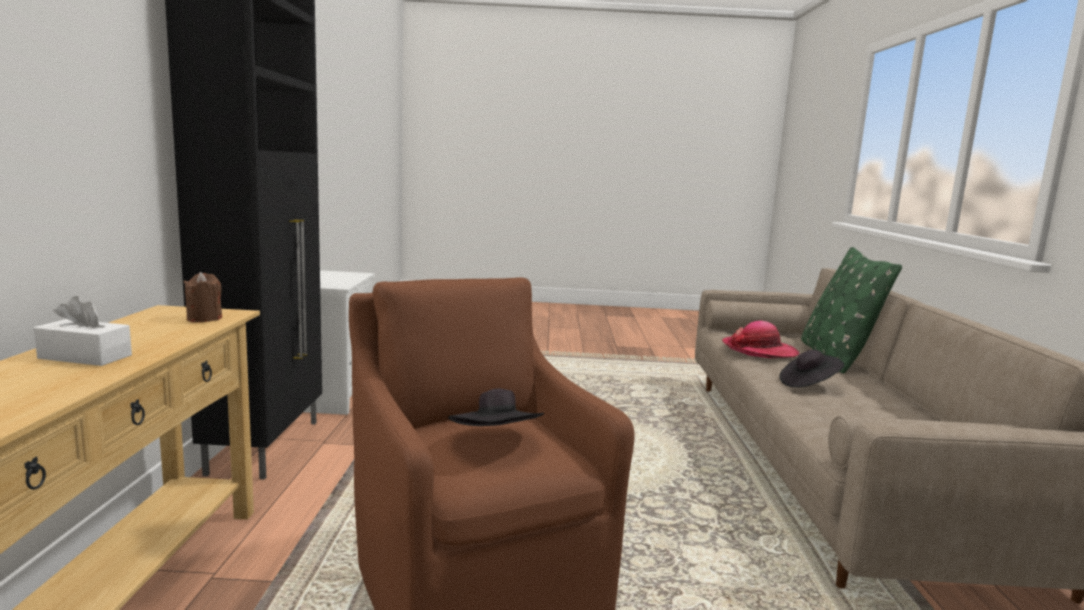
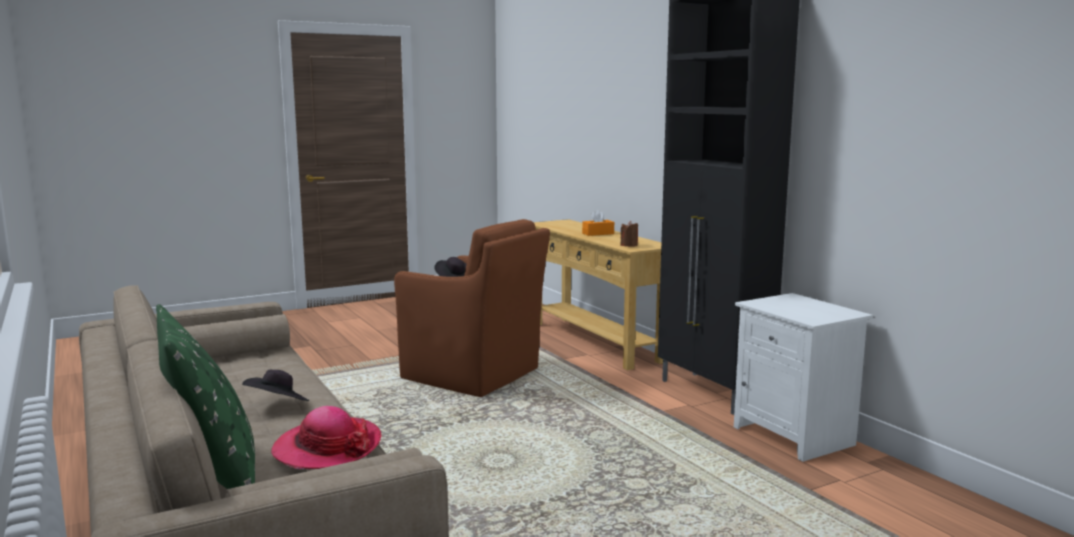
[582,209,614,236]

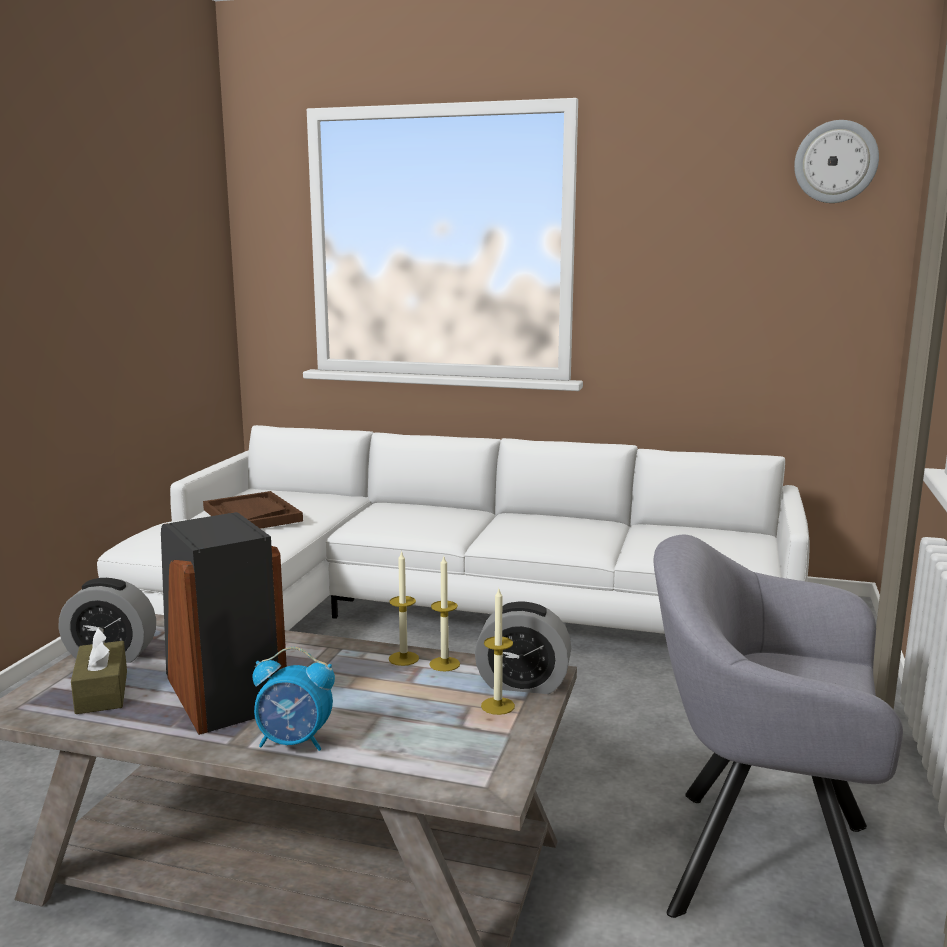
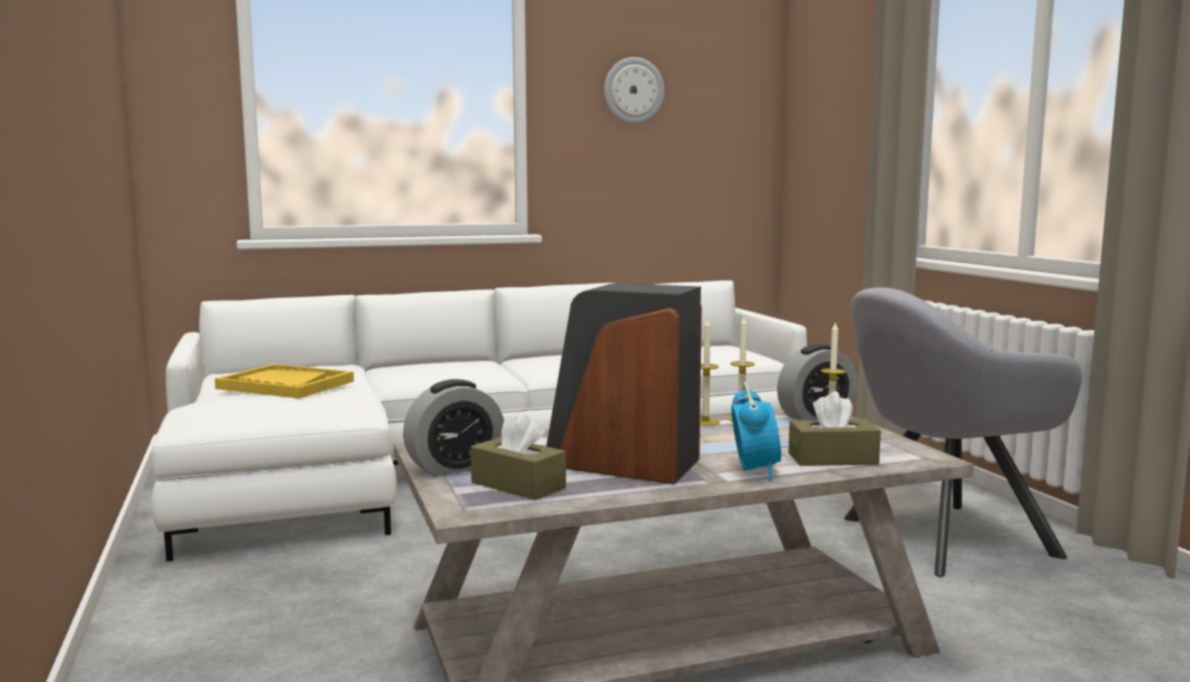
[215,364,354,398]
[731,382,781,480]
[604,57,665,124]
[788,391,881,466]

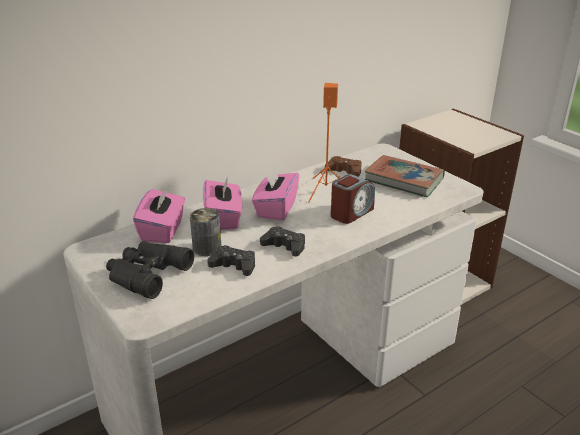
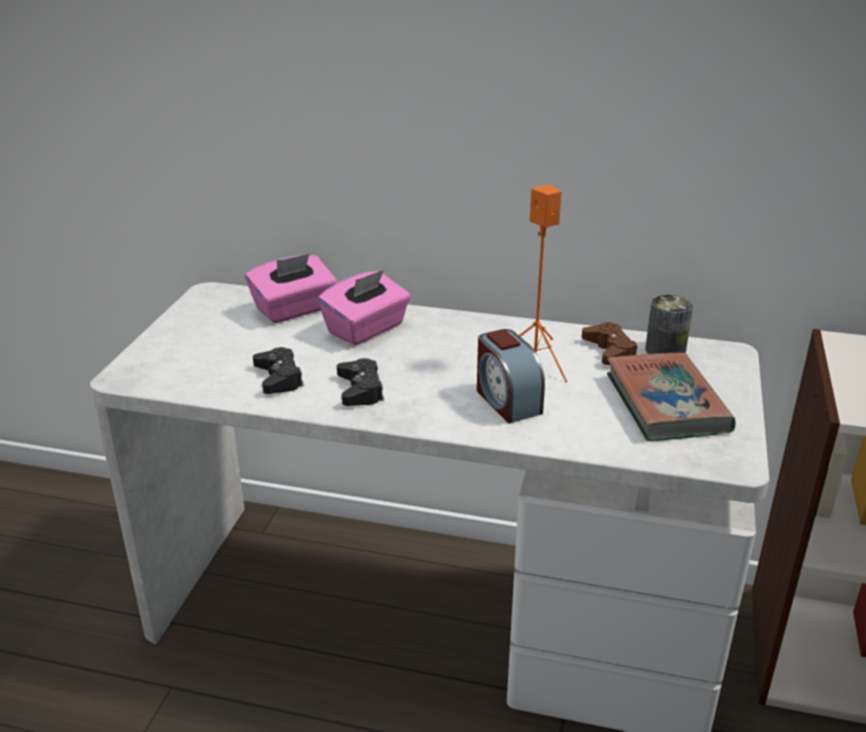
[106,241,194,299] (first image)
[645,294,693,354]
[252,165,299,221] (first image)
[477,329,545,423]

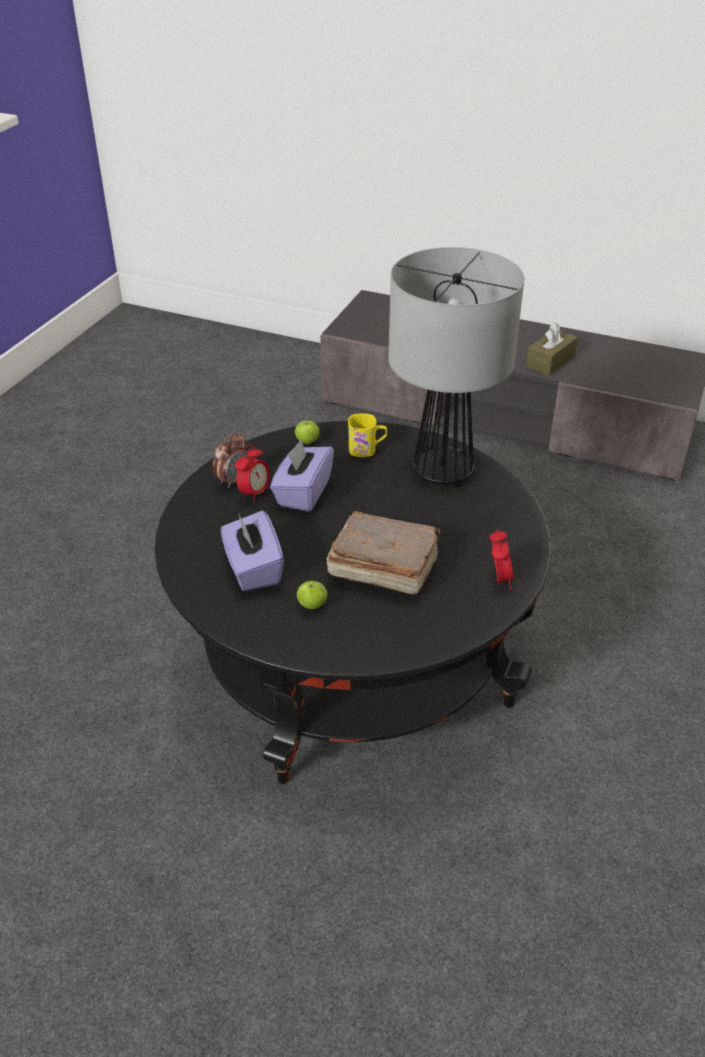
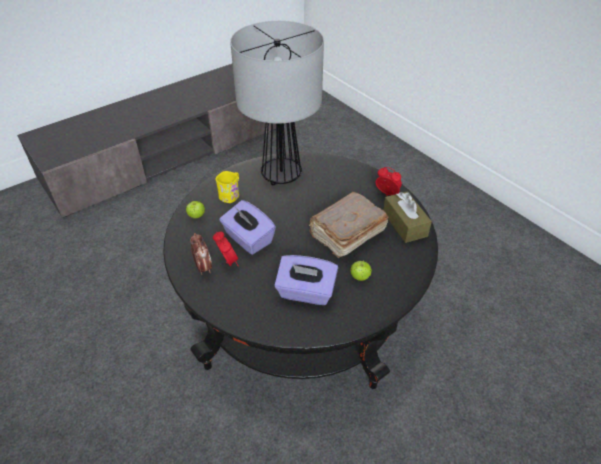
[383,191,432,243]

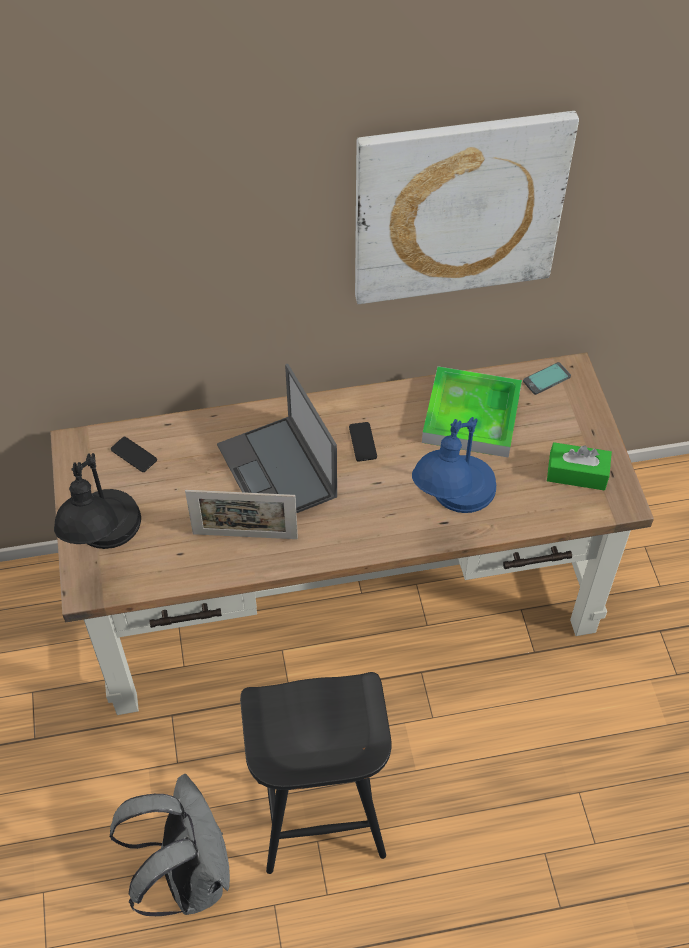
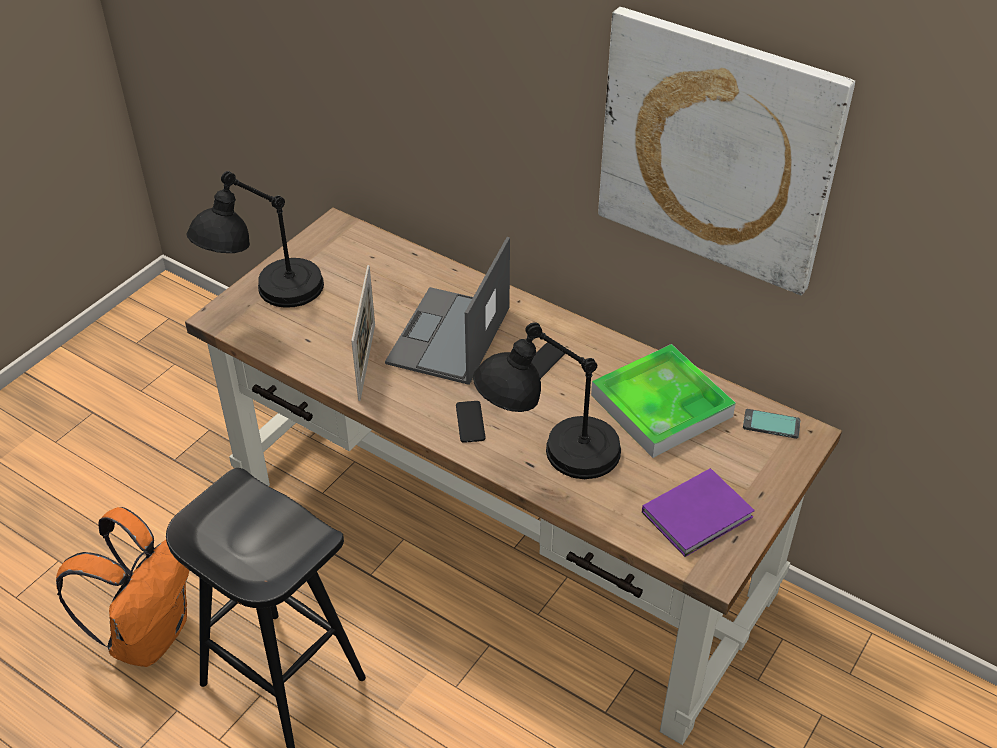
[56,507,189,667]
[456,401,486,443]
[351,265,375,401]
[473,322,621,479]
[642,468,755,557]

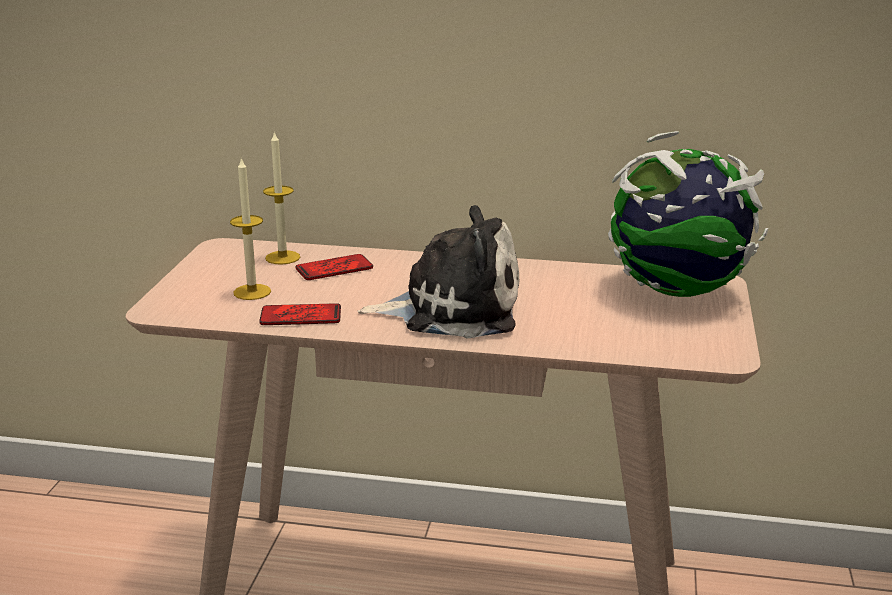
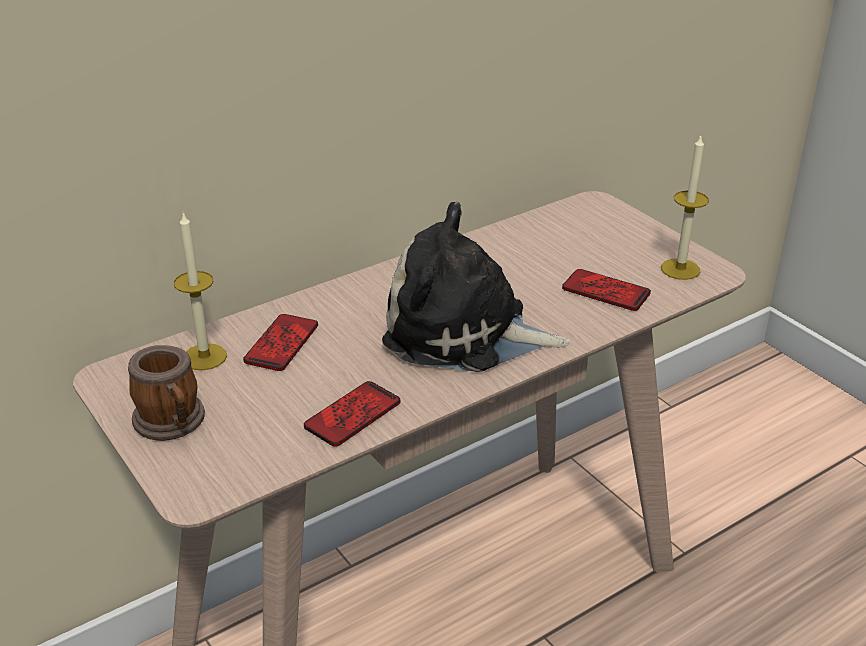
[661,136,709,280]
[382,202,570,372]
[608,131,768,297] (first image)
[128,345,205,441]
[562,269,651,311]

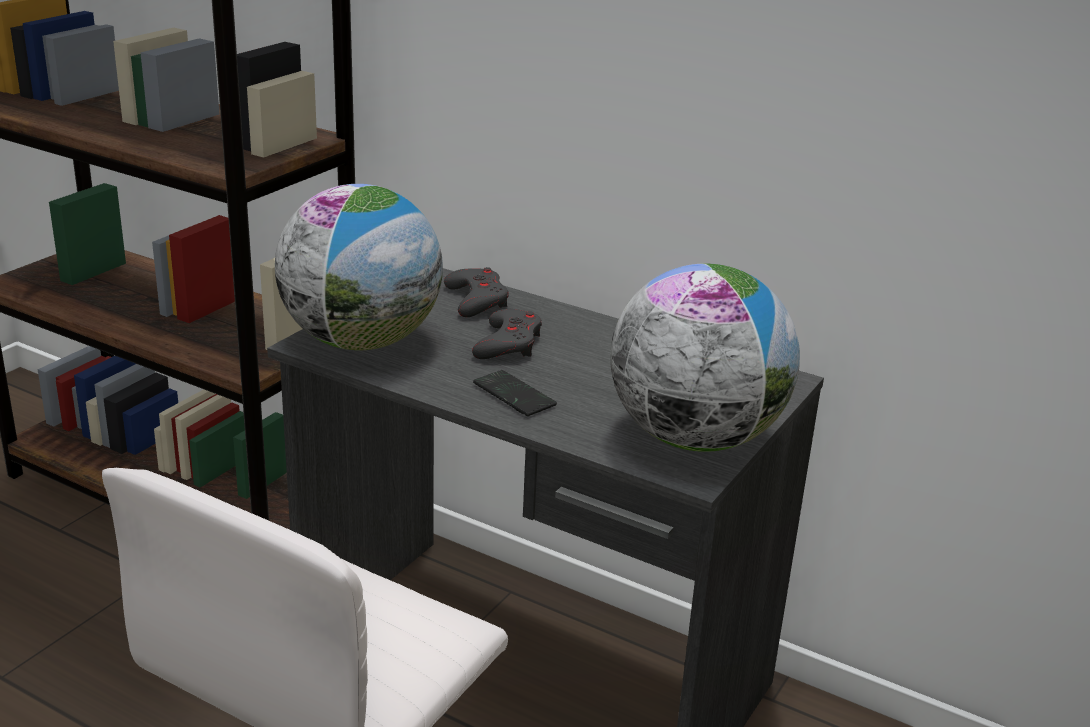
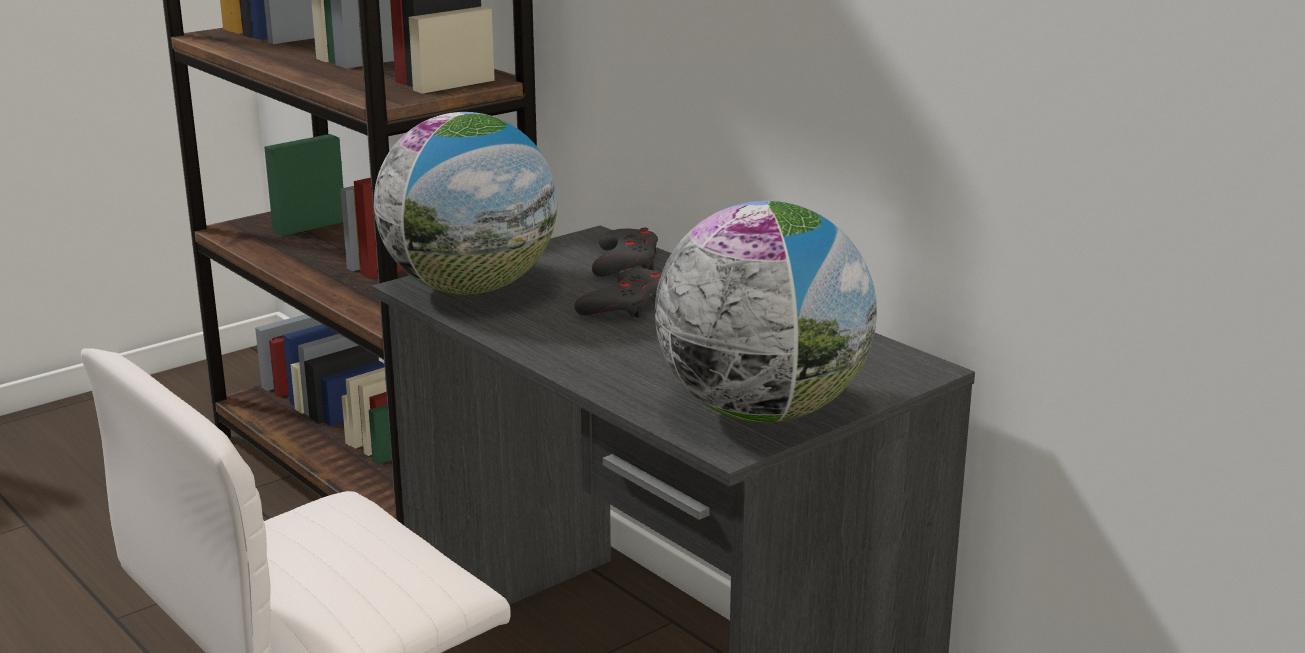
[473,370,557,416] (first image)

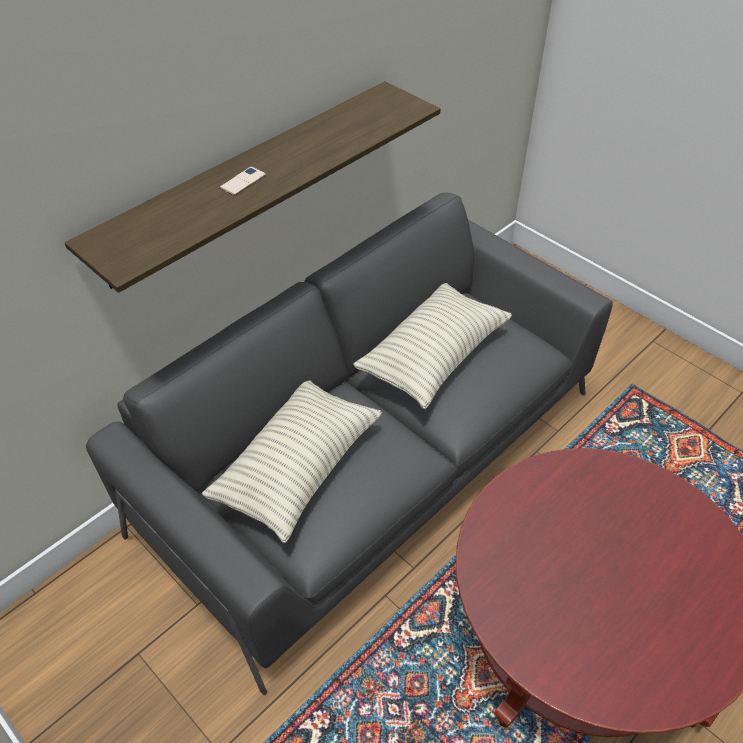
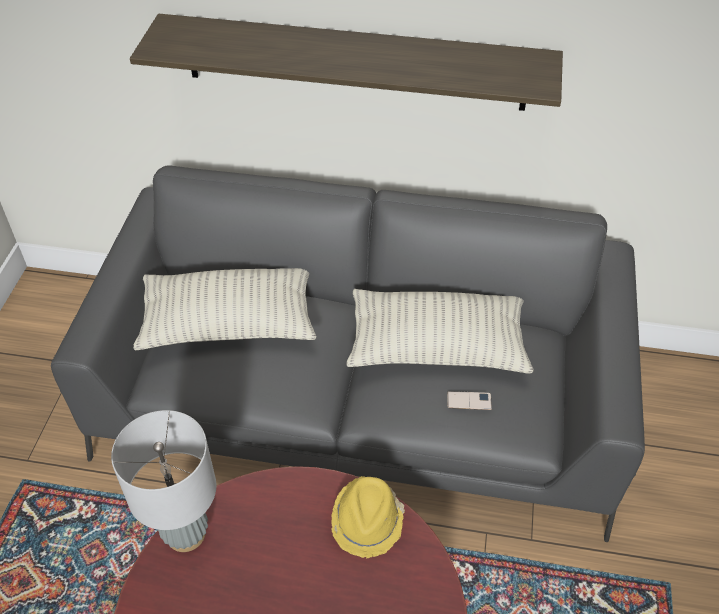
[447,391,492,410]
[111,410,216,552]
[331,476,405,558]

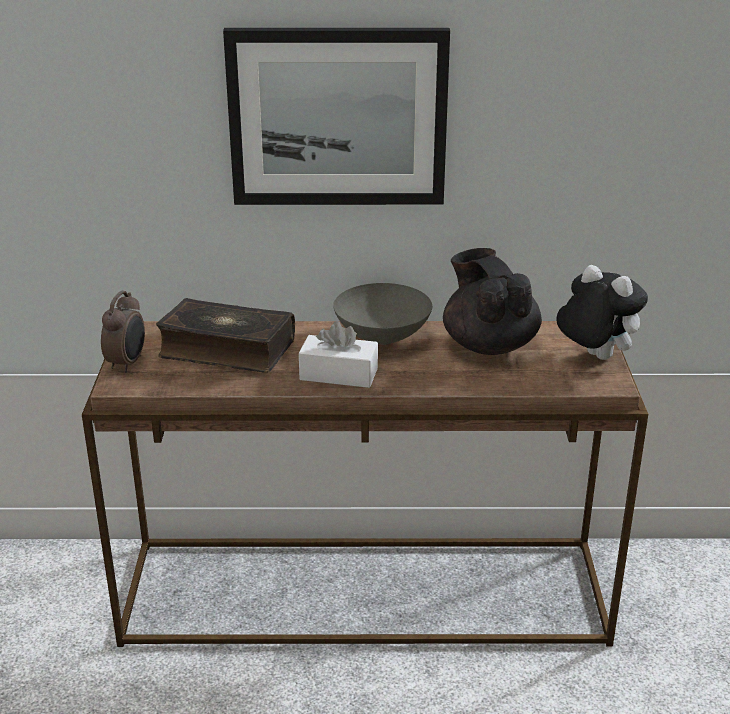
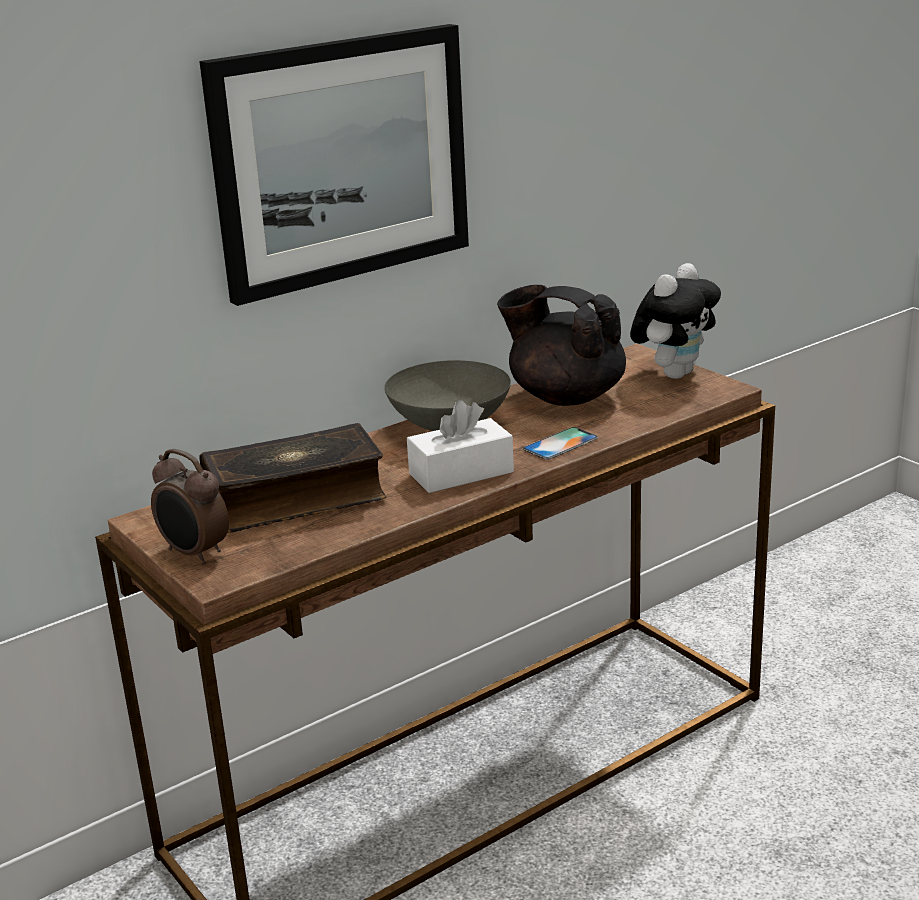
[151,449,229,564]
[630,263,721,379]
[523,427,598,460]

